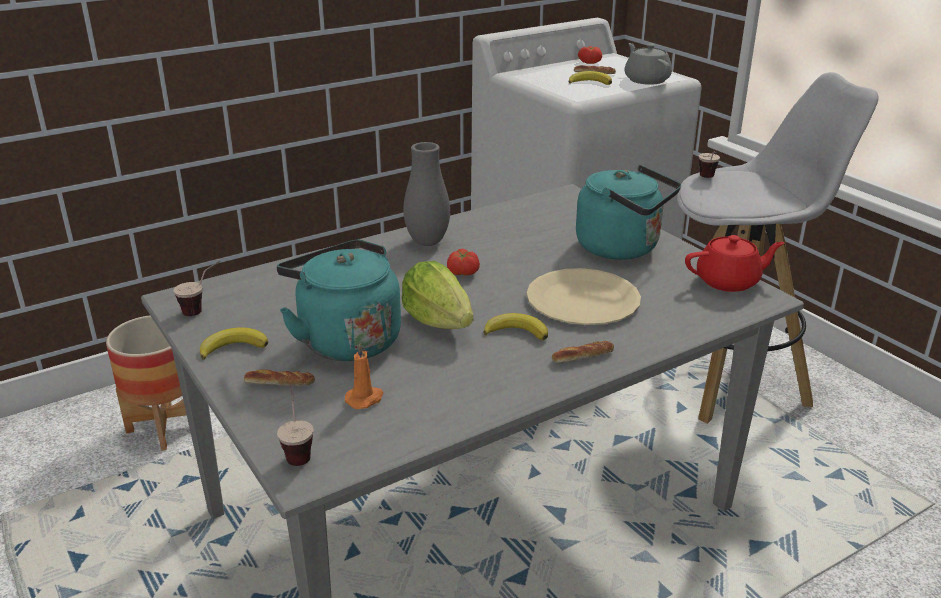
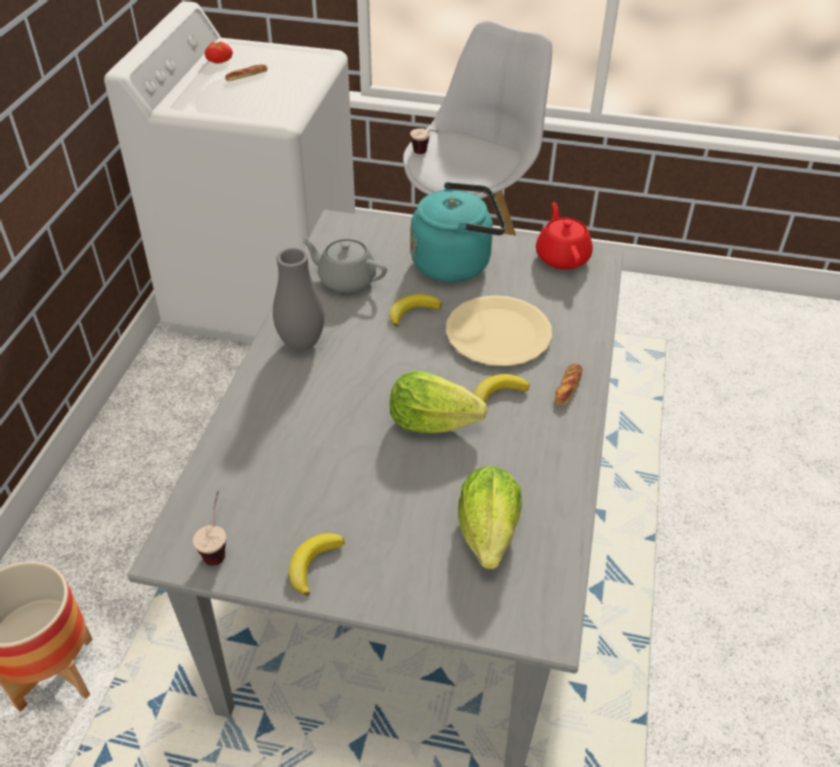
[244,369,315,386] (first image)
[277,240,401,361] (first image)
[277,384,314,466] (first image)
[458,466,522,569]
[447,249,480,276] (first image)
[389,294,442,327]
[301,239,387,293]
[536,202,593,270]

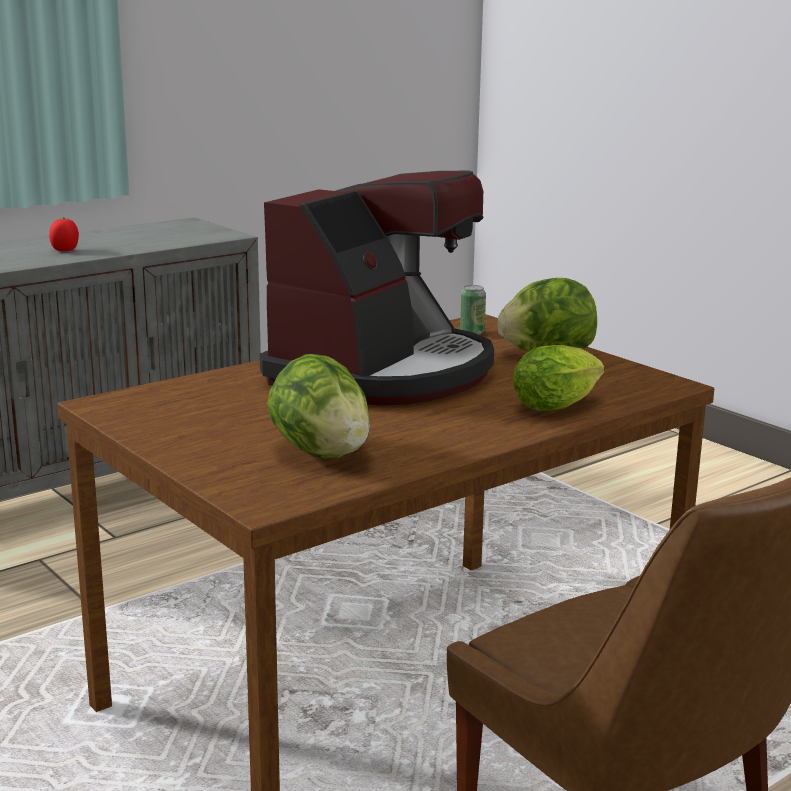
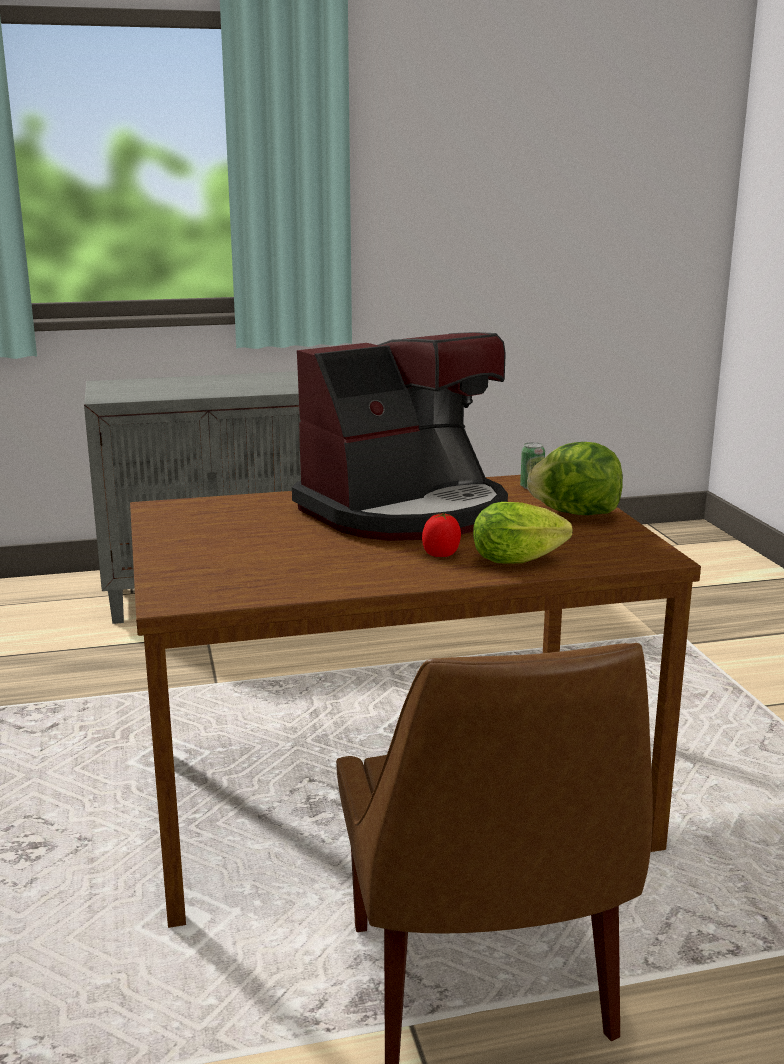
[422,513,461,557]
[267,354,370,458] (first image)

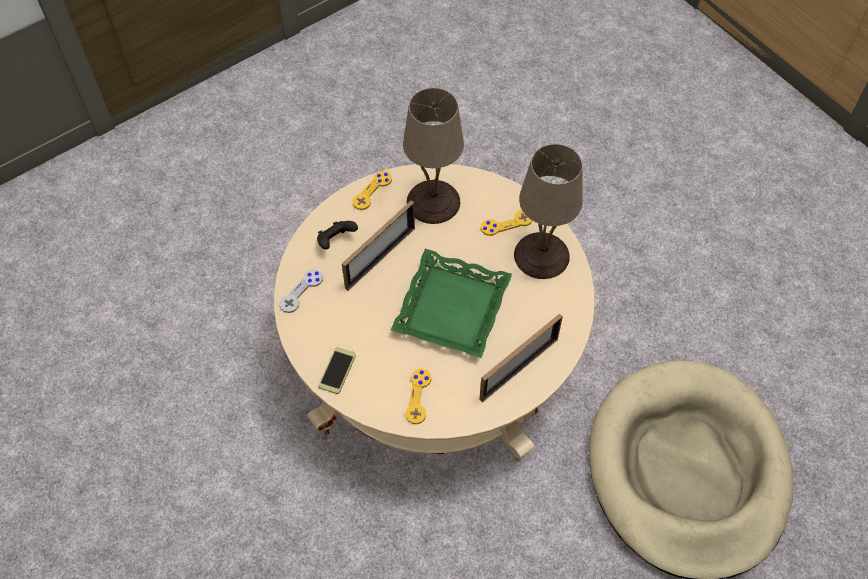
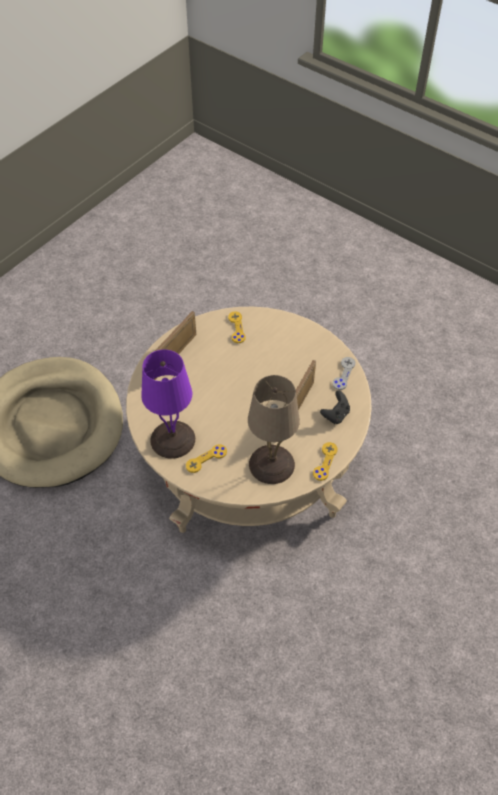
[318,347,356,394] (first image)
[391,249,512,358] (first image)
[141,350,195,459]

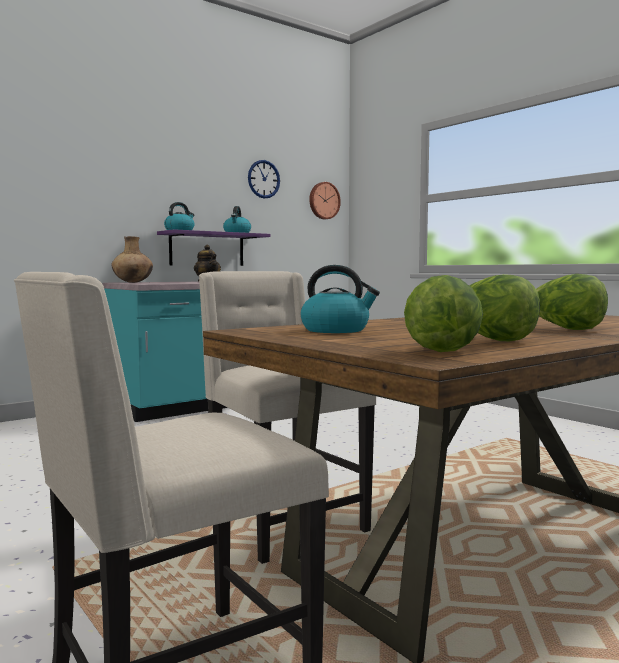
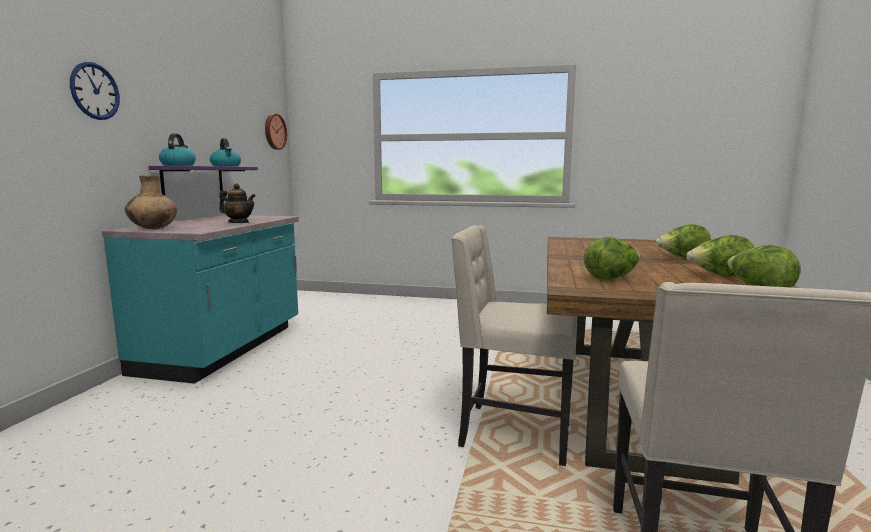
[70,62,120,120]
[584,237,640,280]

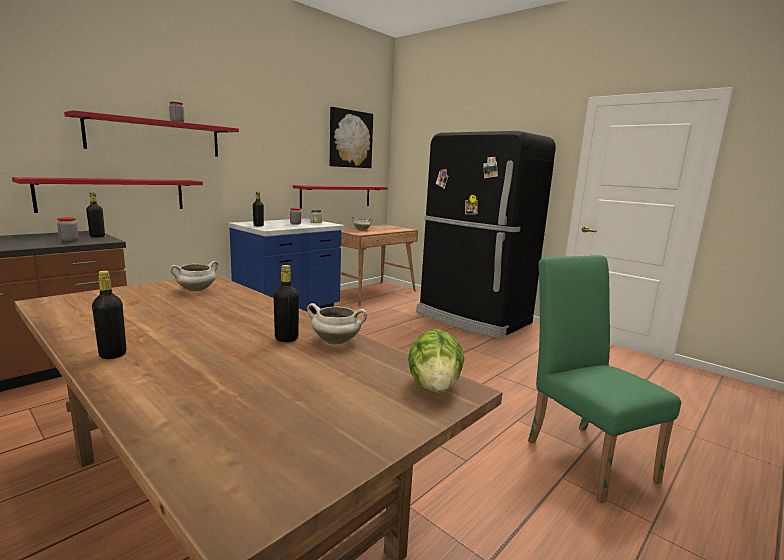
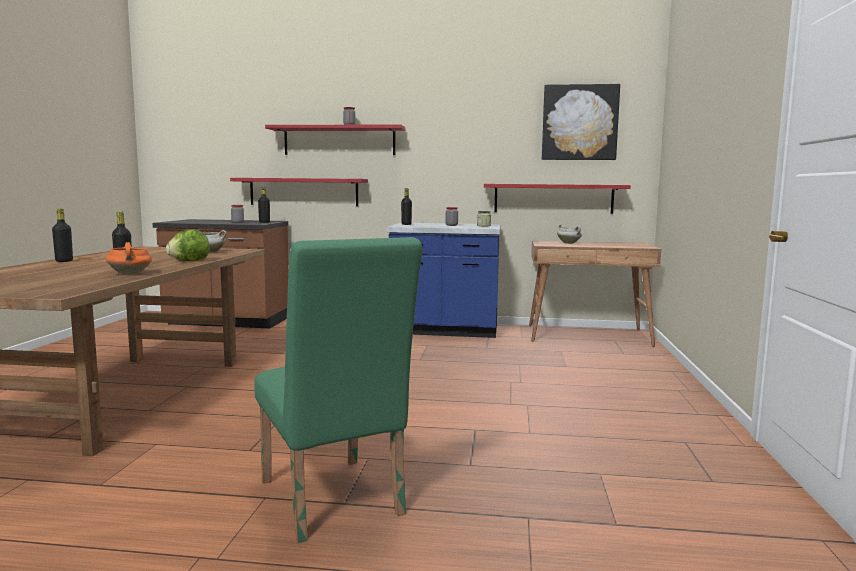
[106,242,152,275]
[166,229,210,261]
[416,131,556,339] (first image)
[254,237,423,543]

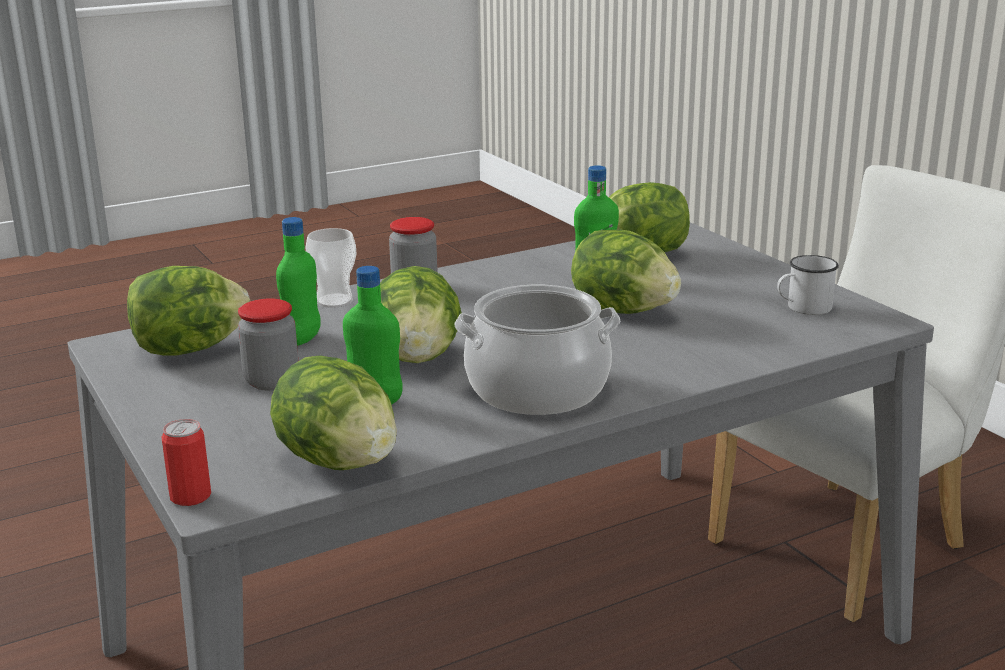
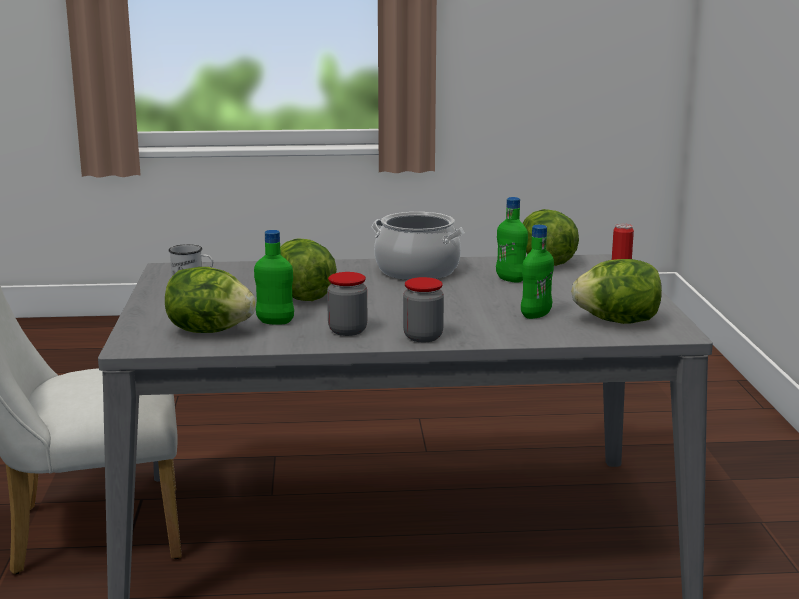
[327,272,367,336]
[305,228,356,308] (first image)
[380,266,462,363] (first image)

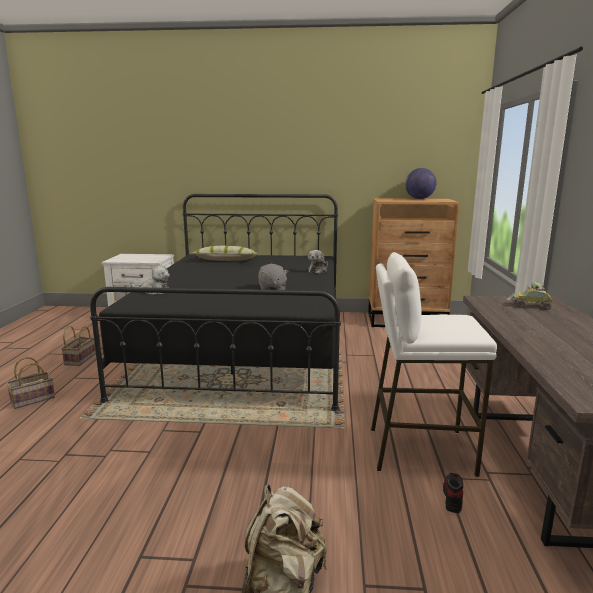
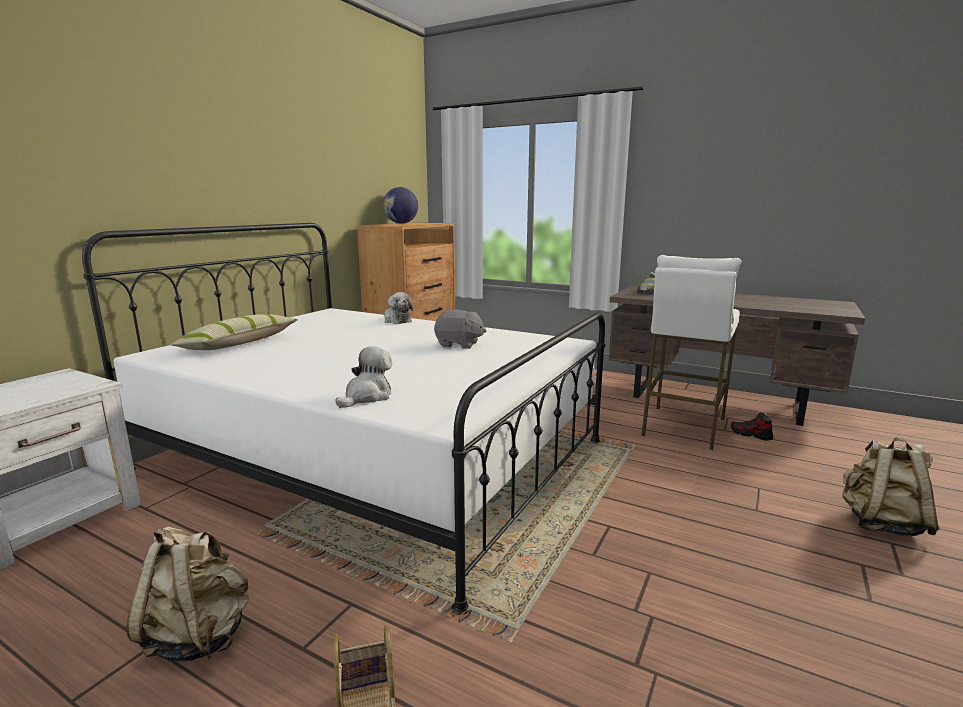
[126,527,249,662]
[82,223,605,615]

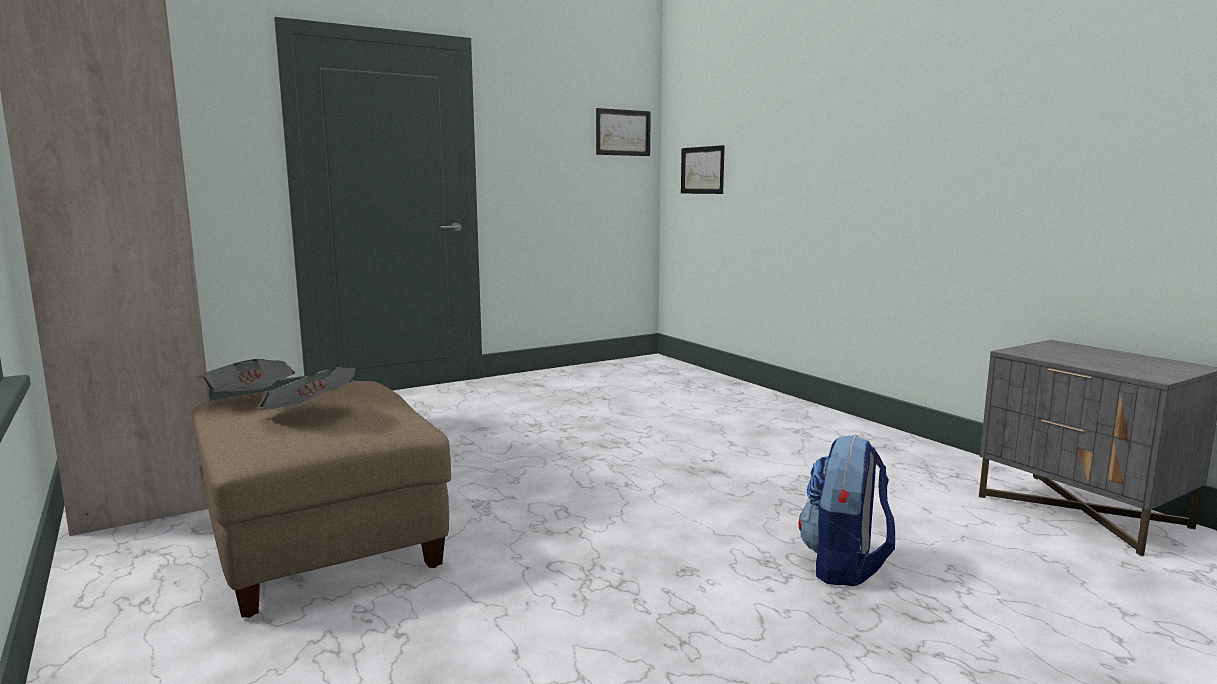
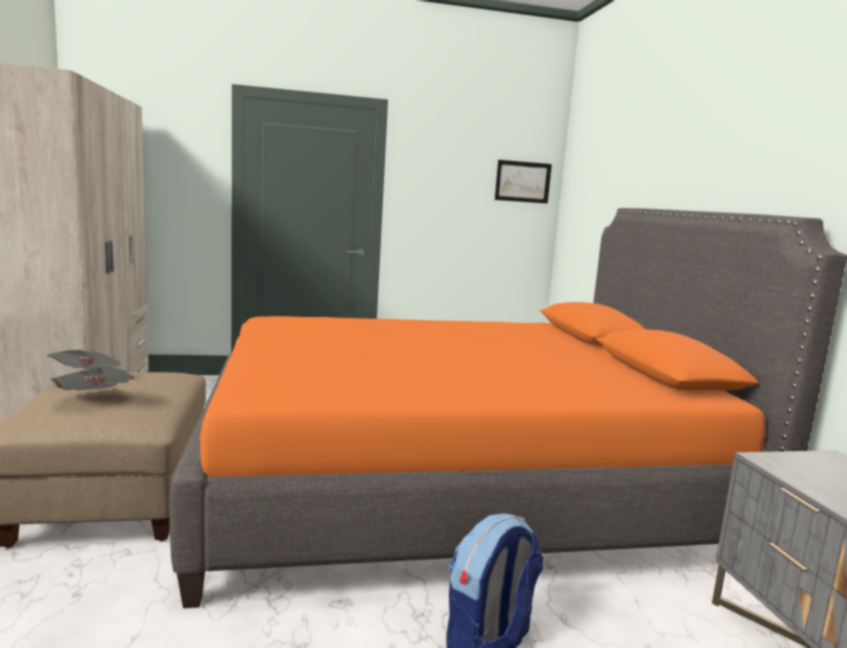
[681,145,725,194] (first image)
[170,208,847,608]

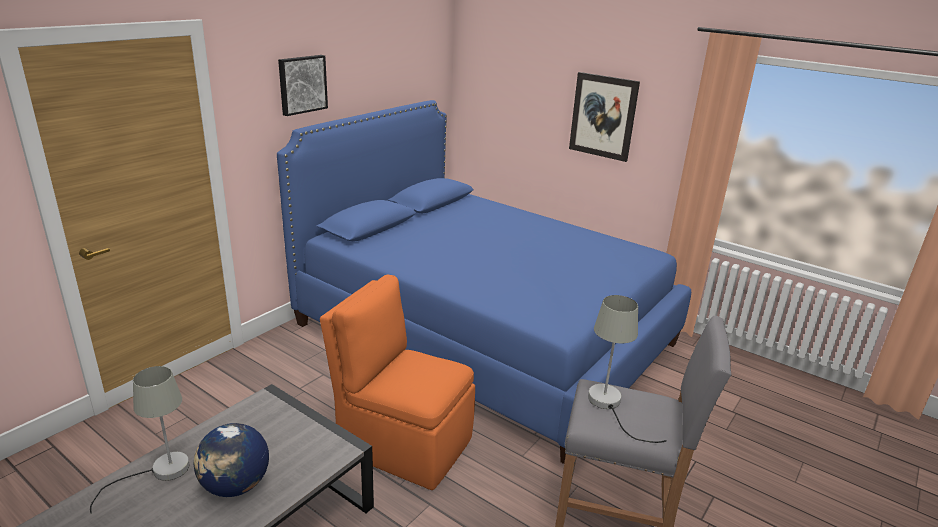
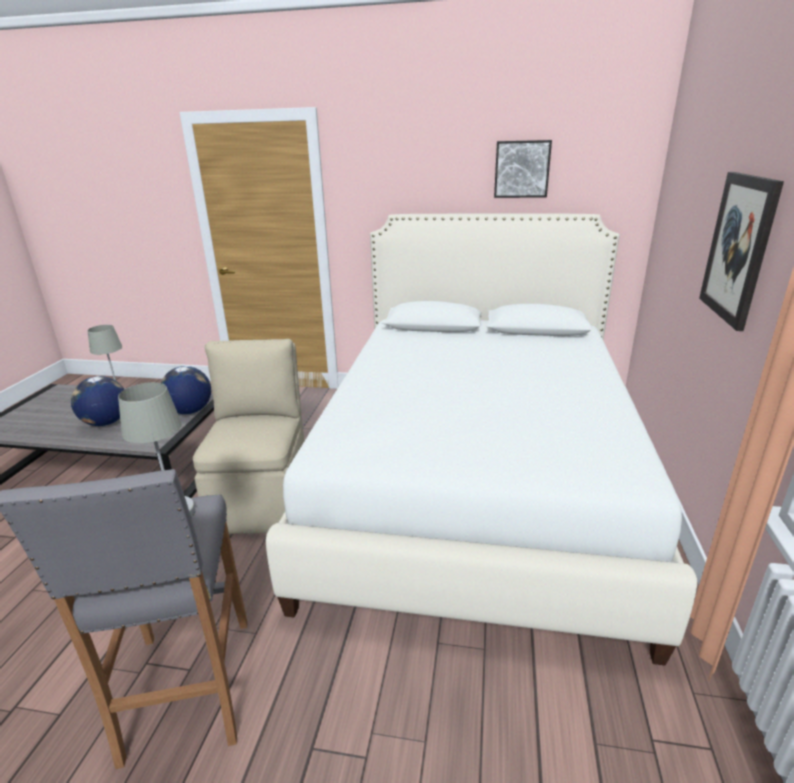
[266,214,697,666]
[494,140,552,198]
[193,339,305,534]
[161,366,211,414]

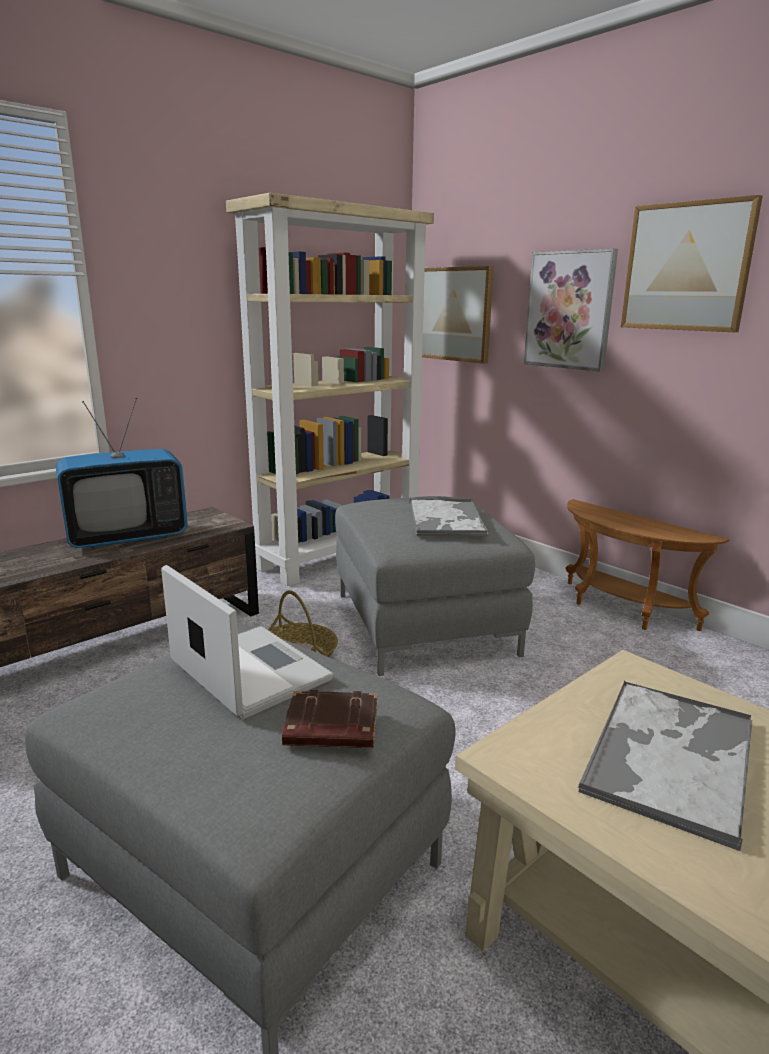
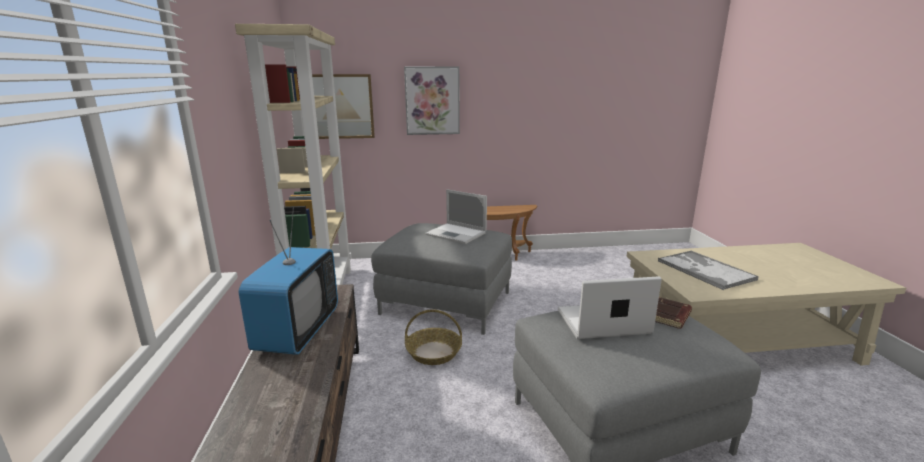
[425,189,487,244]
[621,195,763,332] (first image)

